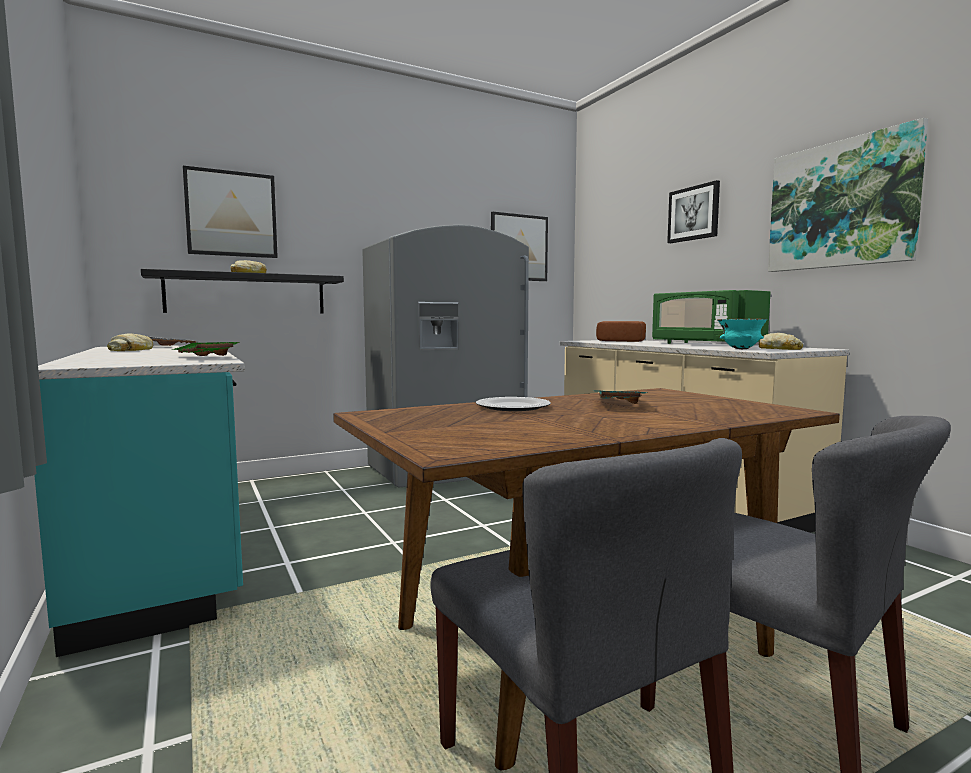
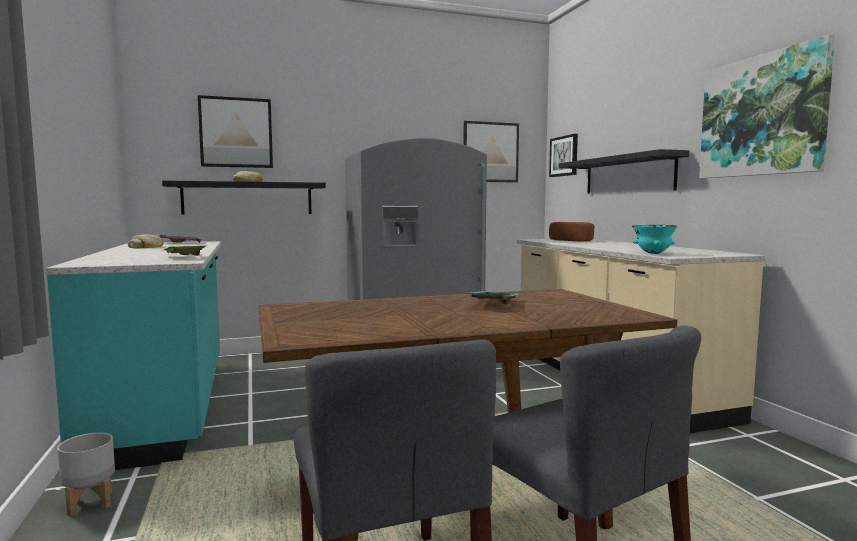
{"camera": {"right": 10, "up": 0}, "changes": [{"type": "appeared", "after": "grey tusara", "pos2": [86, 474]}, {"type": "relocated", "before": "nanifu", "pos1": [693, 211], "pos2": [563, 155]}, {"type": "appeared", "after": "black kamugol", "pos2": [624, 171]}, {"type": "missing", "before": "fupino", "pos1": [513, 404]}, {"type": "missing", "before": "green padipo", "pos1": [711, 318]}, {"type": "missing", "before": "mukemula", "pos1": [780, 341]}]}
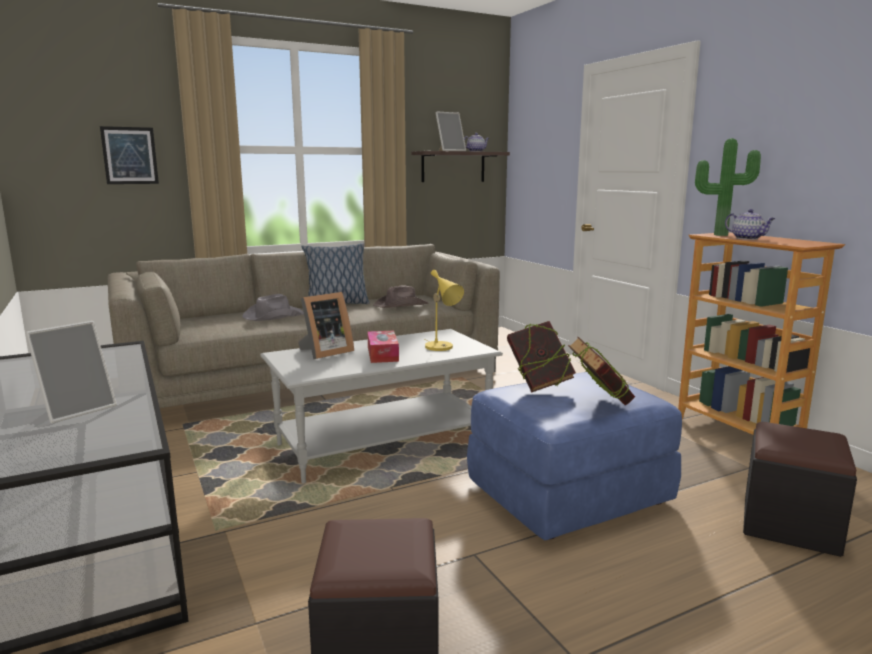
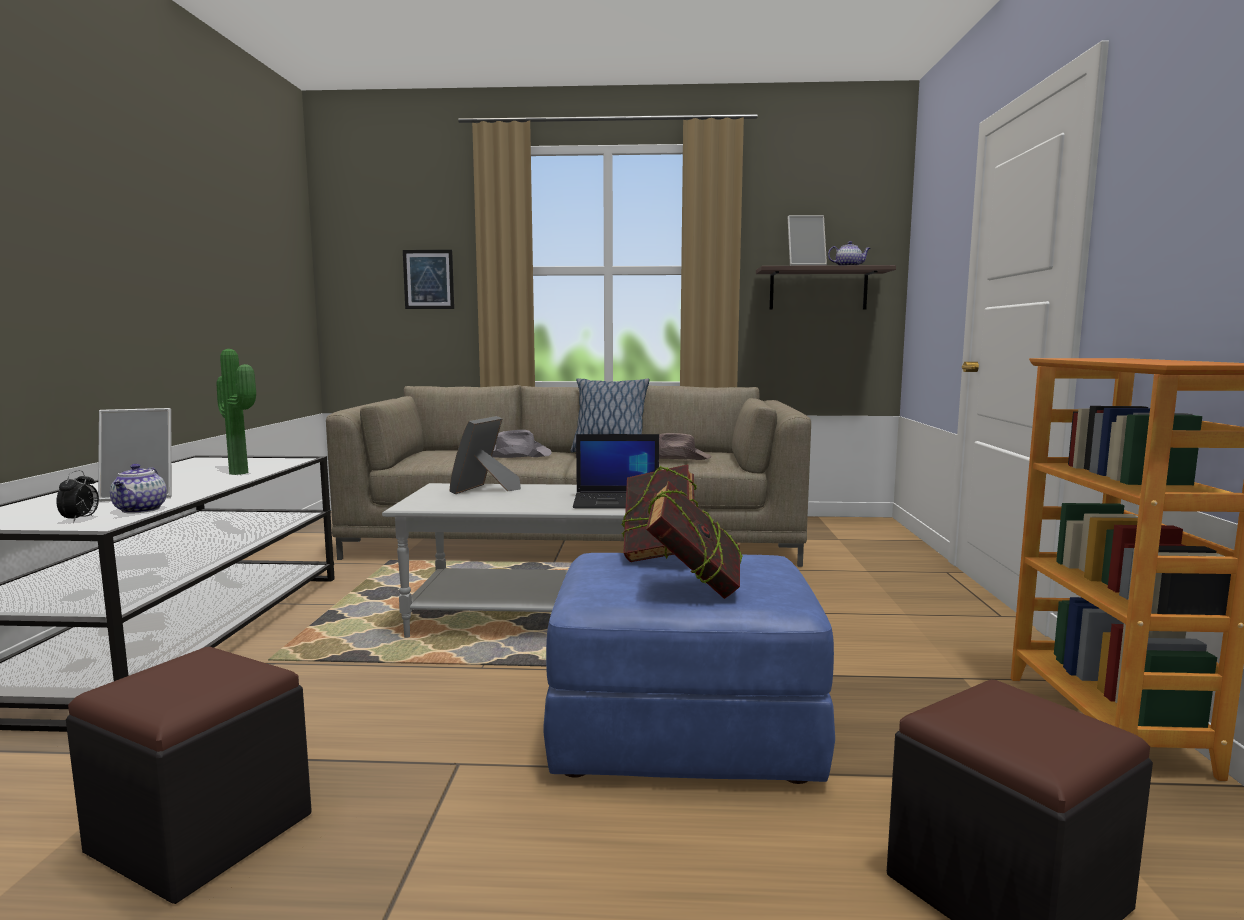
{"camera": {"right": 30, "up": -5}, "changes": [{"type": "appeared", "after": "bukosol", "pos2": [77, 496]}, {"type": "relocated", "before": "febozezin", "pos1": [750, 224], "pos2": [138, 488]}, {"type": "relocated", "before": "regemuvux", "pos1": [728, 187], "pos2": [236, 412]}, {"type": "spun", "before": "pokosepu", "pos1": [326, 325], "pos2": [485, 455], "turn": 120}, {"type": "exchanged", "before": "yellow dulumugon", "after": "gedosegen", "pos1": [444, 310], "pos2": [616, 471]}, {"type": "missing", "before": "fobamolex", "pos1": [383, 347]}]}
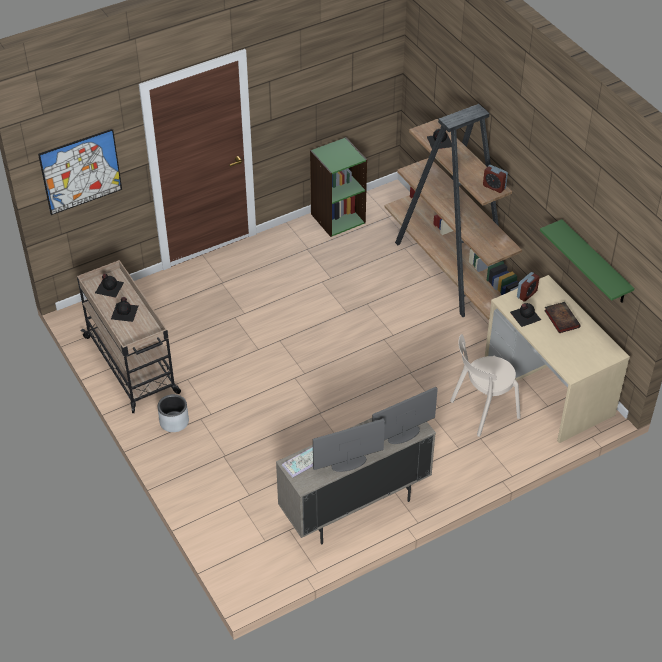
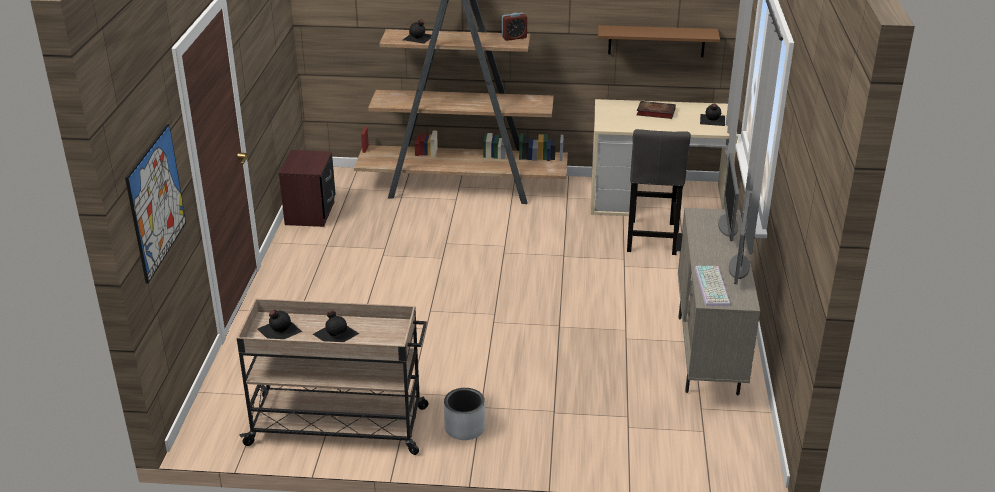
{"camera": {"right": -55, "up": -15}, "changes": [{"type": "exchanged", "before": "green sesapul", "after": "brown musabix", "pos1": [338, 187], "pos2": [307, 188]}, {"type": "colour", "before": "green kamugol", "after": "brown kamugol", "pos1": [587, 261], "pos2": [659, 41]}, {"type": "exchanged", "before": "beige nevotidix", "after": "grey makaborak", "pos1": [485, 385], "pos2": [659, 192]}, {"type": "relocated", "before": "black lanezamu", "pos1": [525, 315], "pos2": [712, 115]}, {"type": "missing", "before": "bukosol", "pos1": [528, 287]}]}
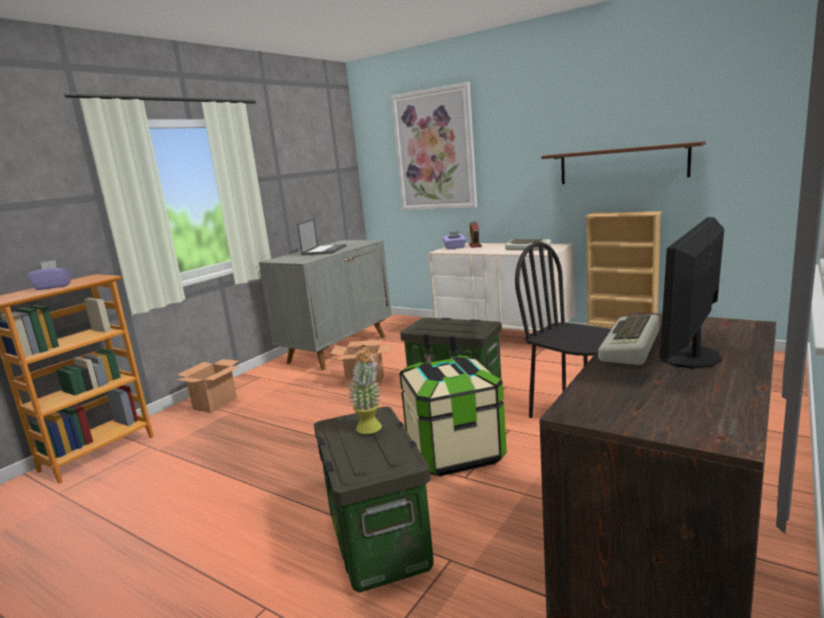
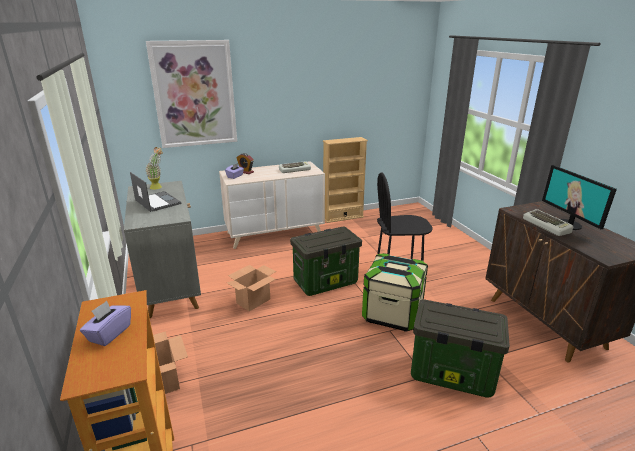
{"camera": {"right": -55, "up": 10}, "changes": [{"type": "relocated", "before": "regemuvux", "pos1": [364, 389], "pos2": [154, 168]}, {"type": "missing", "before": "brown kamugol", "pos1": [623, 162]}]}
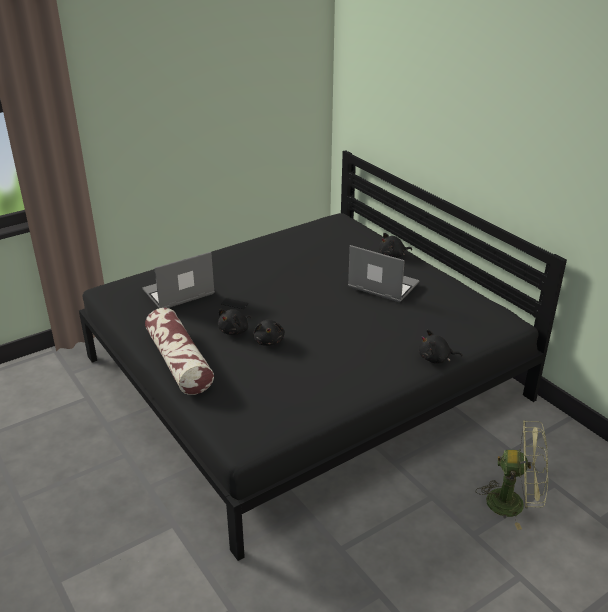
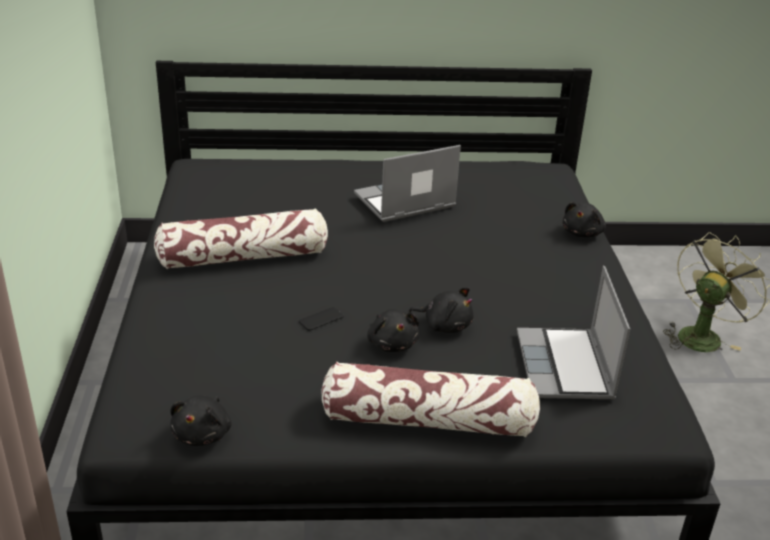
{"camera": {"right": -60, "up": 0}, "changes": [{"type": "appeared", "after": "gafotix", "pos2": [241, 238]}, {"type": "relocated", "before": "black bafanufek", "pos1": [395, 245], "pos2": [201, 420]}, {"type": "relocated", "before": "gedosegen", "pos1": [178, 280], "pos2": [573, 332]}]}
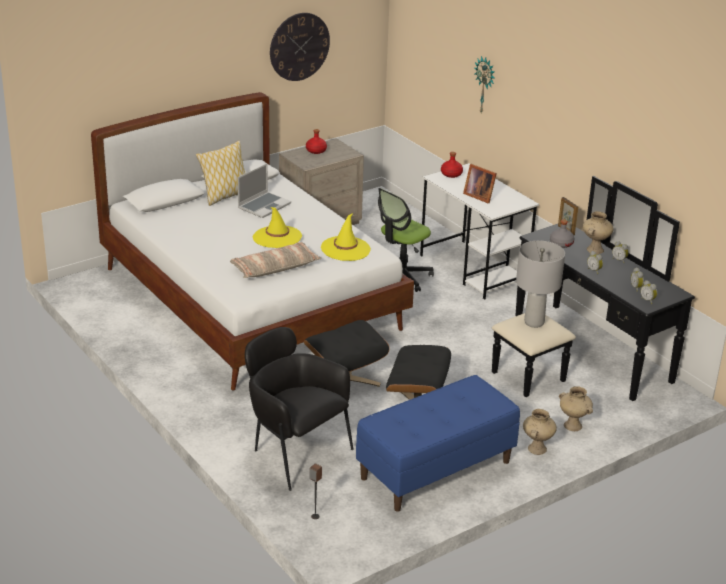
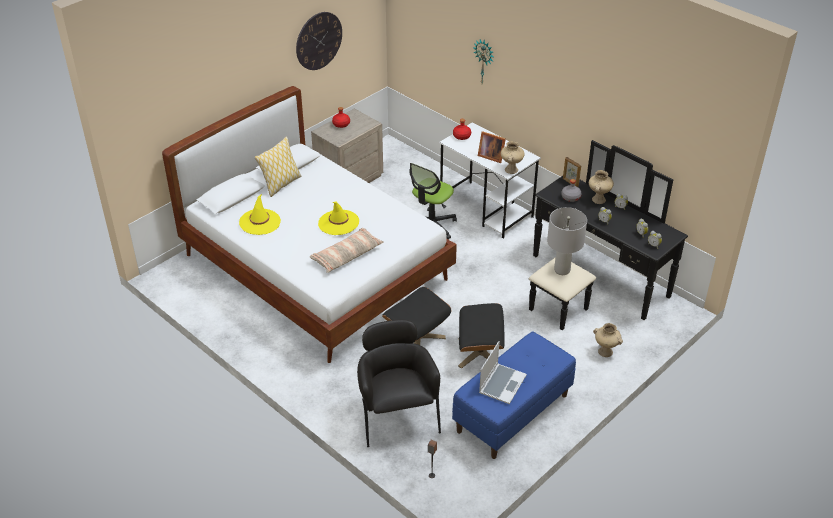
{"camera": {"right": -10, "up": 10}, "changes": [{"type": "relocated", "before": "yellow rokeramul", "pos1": [346, 237], "pos2": [260, 214]}, {"type": "spun", "before": "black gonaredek", "pos1": [299, 409], "pos2": [399, 383], "turn": 45}, {"type": "relocated", "before": "gedosegen", "pos1": [264, 190], "pos2": [503, 372]}, {"type": "relocated", "before": "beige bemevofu", "pos1": [540, 432], "pos2": [513, 157]}]}
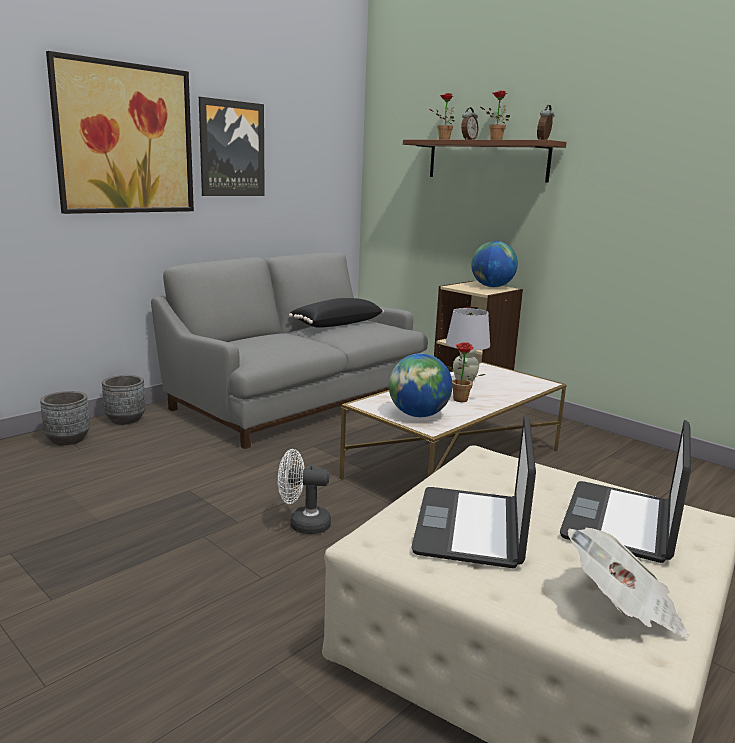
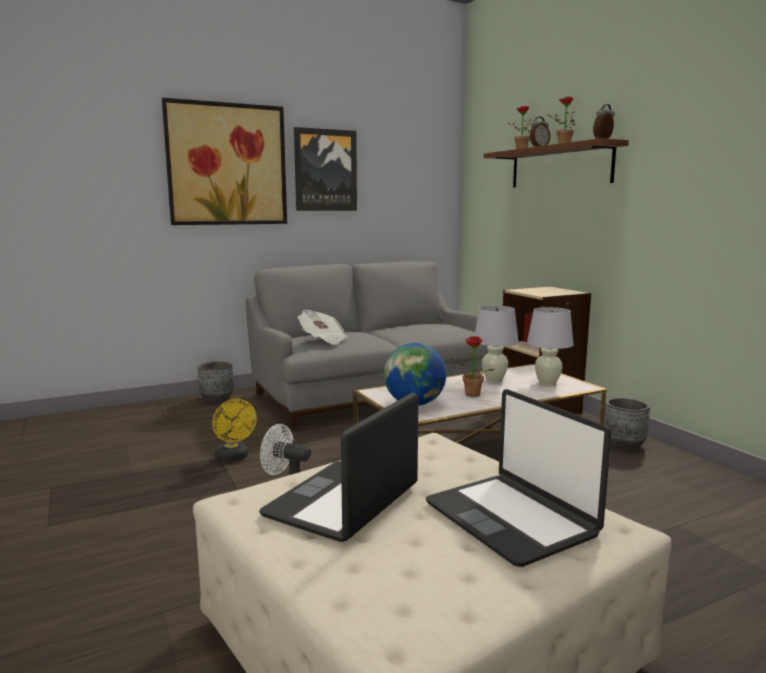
{"camera": {"right": 20, "up": -5}, "changes": [{"type": "appeared", "after": "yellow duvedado", "pos2": [234, 430]}, {"type": "relocated", "before": "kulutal", "pos1": [629, 583], "pos2": [323, 327]}, {"type": "spun", "before": "gedosegen", "pos1": [625, 491], "pos2": [518, 478], "turn": -75}, {"type": "appeared", "after": "white dulumugon", "pos2": [550, 346]}, {"type": "relocated", "before": "grey tusara", "pos1": [65, 418], "pos2": [627, 424]}, {"type": "missing", "before": "black gafotix", "pos1": [336, 313]}, {"type": "missing", "before": "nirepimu", "pos1": [494, 264]}]}
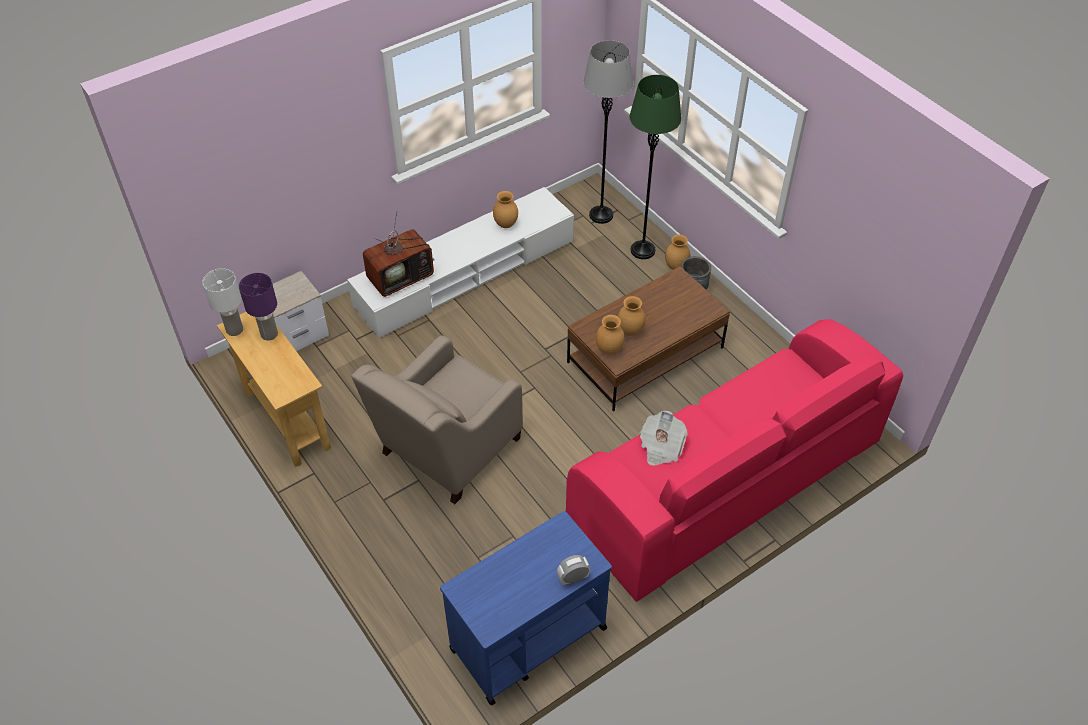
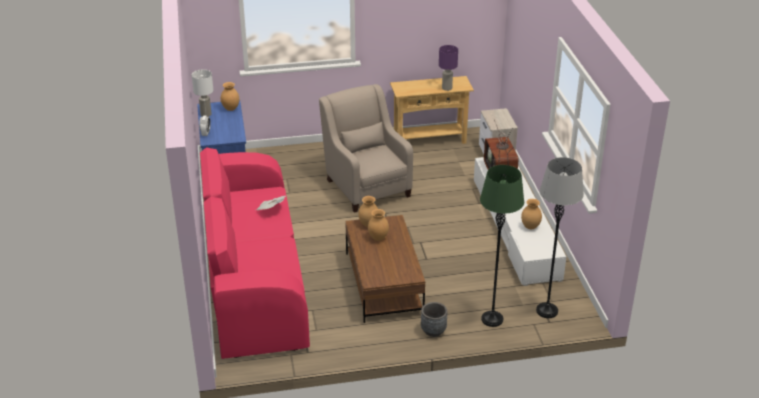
{"camera": {"right": 115, "up": -15}, "changes": [{"type": "relocated", "before": "white dulumugon", "pos1": [222, 302], "pos2": [203, 93]}, {"type": "relocated", "before": "brown bemevofu", "pos1": [677, 252], "pos2": [230, 96]}]}
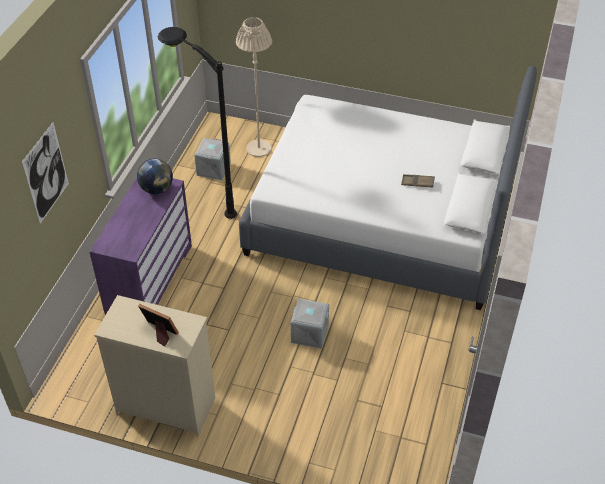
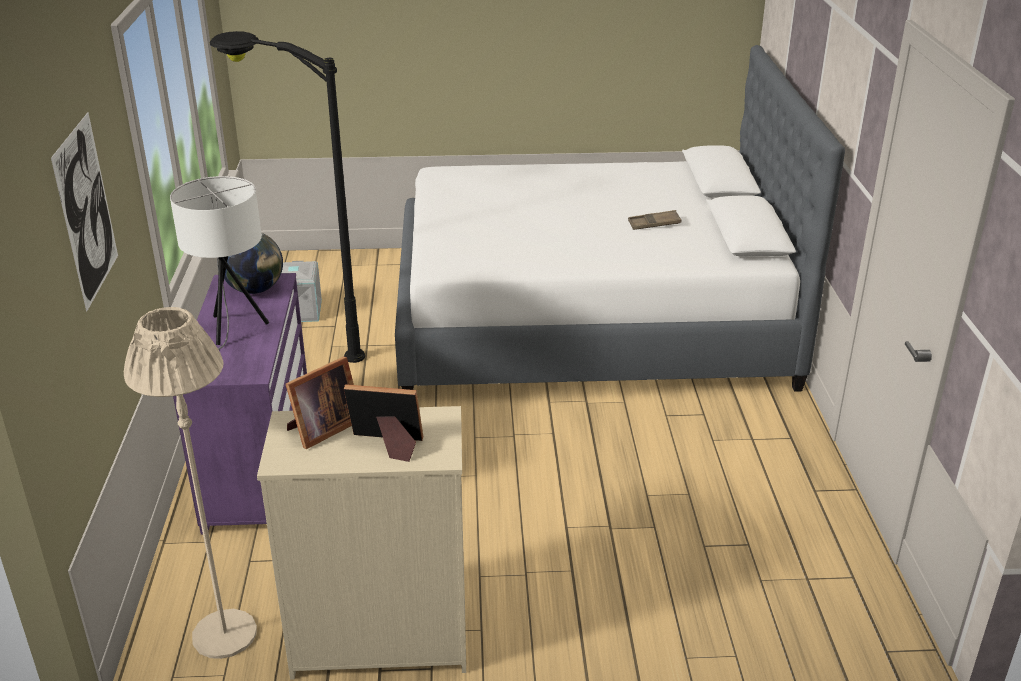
{"camera": {"right": -20, "up": -15}, "changes": [{"type": "relocated", "before": "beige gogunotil", "pos1": [254, 87], "pos2": [190, 483]}, {"type": "appeared", "after": "white dulumugon", "pos2": [219, 263]}, {"type": "appeared", "after": "pokosepu", "pos2": [320, 402]}, {"type": "missing", "before": "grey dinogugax", "pos1": [310, 324]}]}
